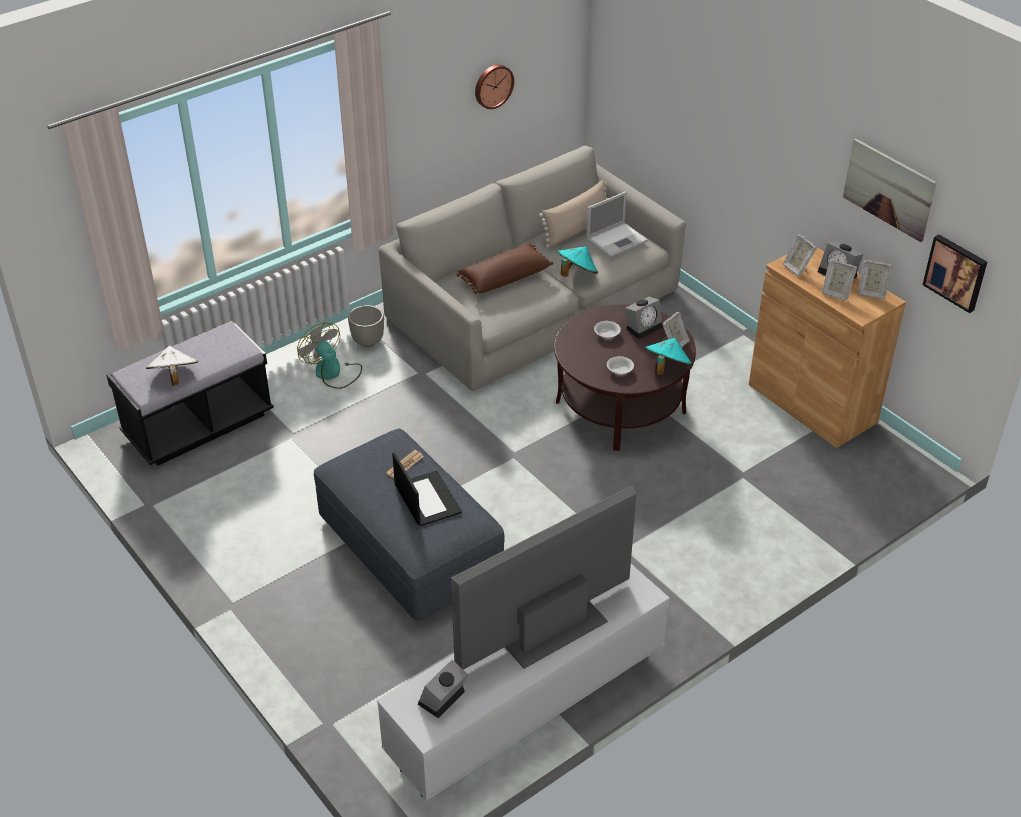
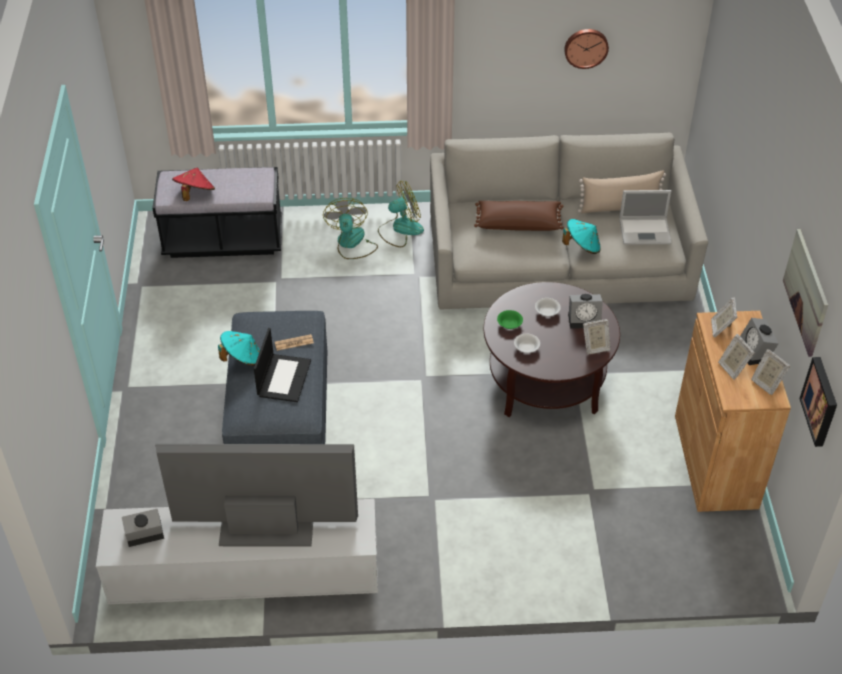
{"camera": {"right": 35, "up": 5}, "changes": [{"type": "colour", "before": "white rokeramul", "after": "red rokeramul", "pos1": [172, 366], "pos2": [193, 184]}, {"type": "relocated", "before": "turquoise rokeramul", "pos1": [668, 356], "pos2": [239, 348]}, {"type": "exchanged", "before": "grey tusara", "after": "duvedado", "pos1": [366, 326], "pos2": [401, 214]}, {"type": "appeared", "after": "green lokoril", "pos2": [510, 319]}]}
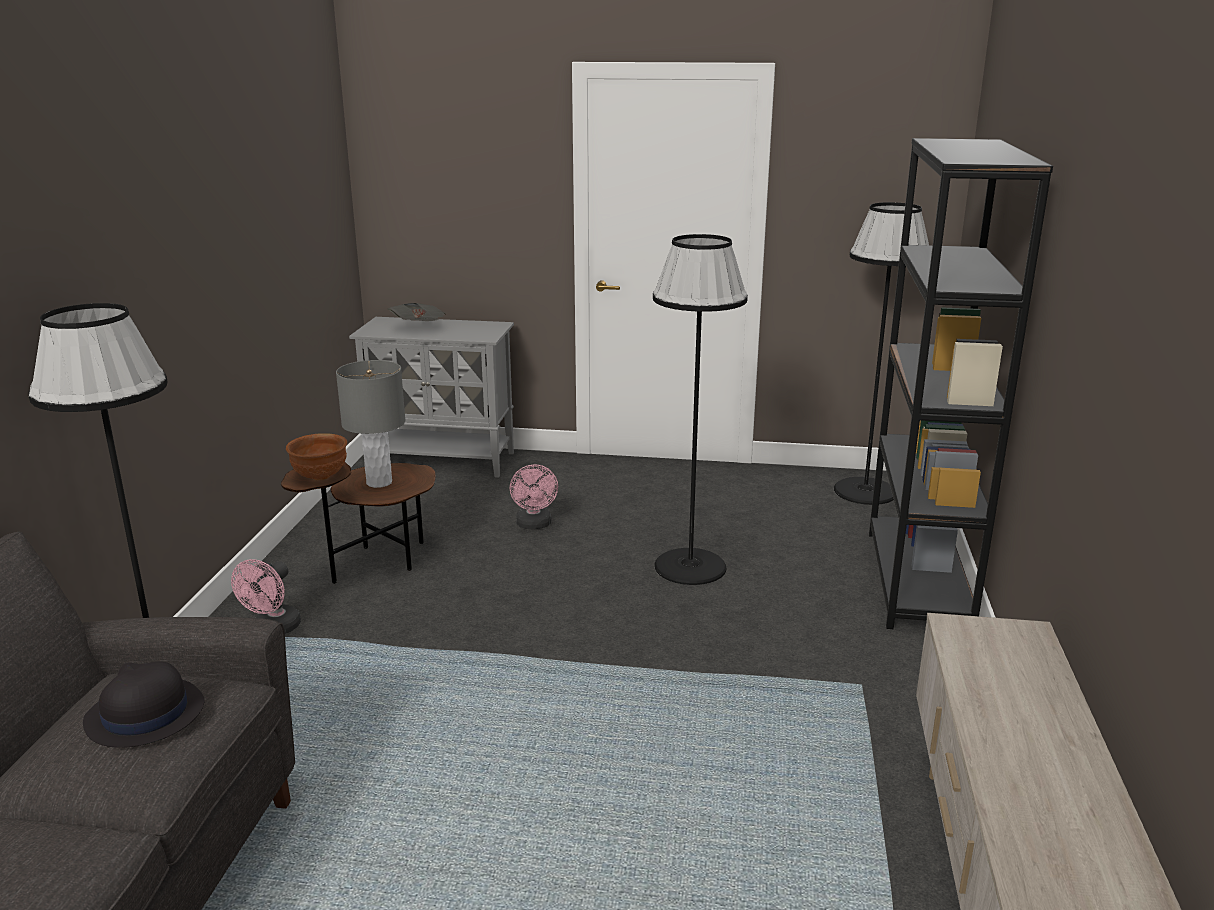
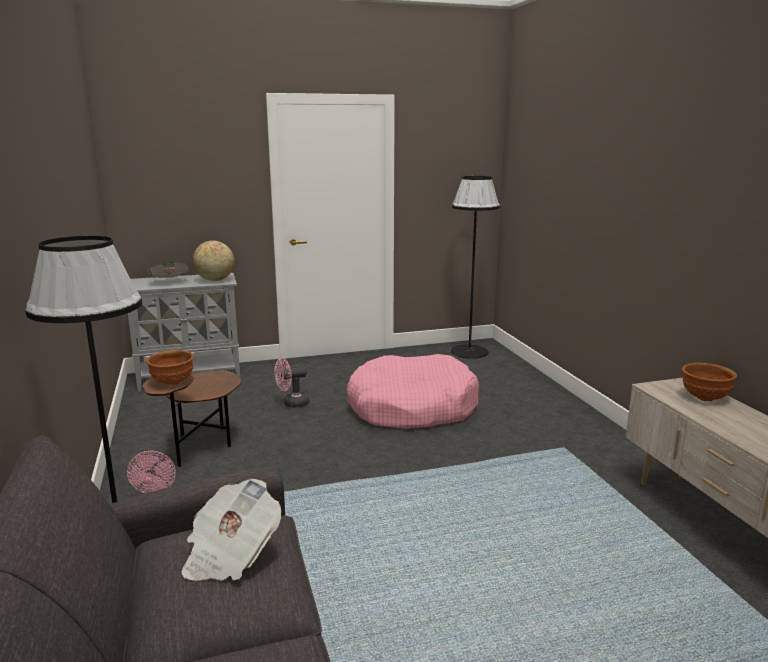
{"camera": {"right": -25, "up": -5}, "changes": [{"type": "exchanged", "before": "black rokeramul", "after": "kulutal", "pos1": [144, 705], "pos2": [231, 530]}, {"type": "appeared", "after": "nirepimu", "pos2": [213, 261]}, {"type": "spun", "before": "pink duvedado", "pos1": [534, 497], "pos2": [292, 383], "turn": 105}, {"type": "exchanged", "before": "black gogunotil", "after": "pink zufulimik", "pos1": [700, 409], "pos2": [413, 391]}, {"type": "appeared", "after": "brown lokoril", "pos2": [709, 382]}, {"type": "missing", "before": "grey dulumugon", "pos1": [371, 424]}, {"type": "missing", "before": "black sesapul", "pos1": [961, 383]}]}
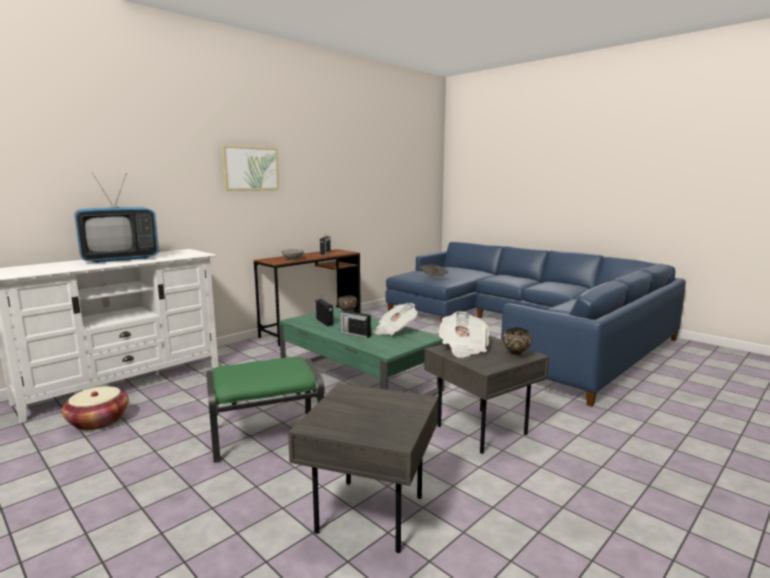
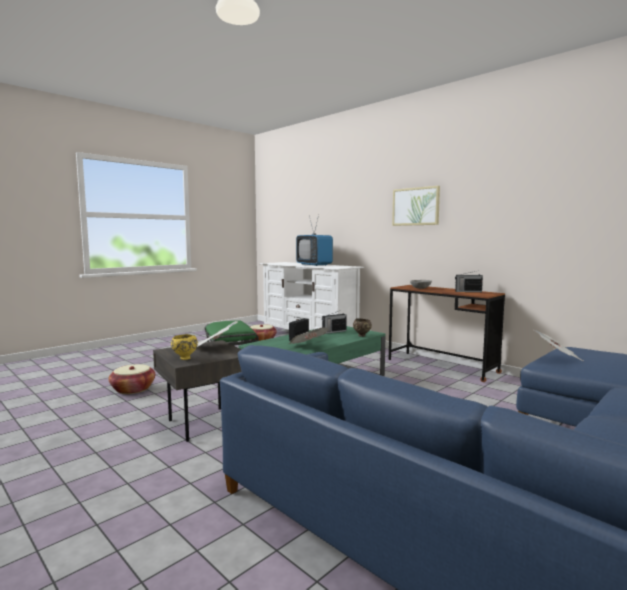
{"camera": {"right": 90, "up": -5}, "changes": [{"type": "exchanged", "before": "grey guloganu", "after": "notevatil", "pos1": [363, 468], "pos2": [132, 379]}, {"type": "colour", "before": "brown lokoril", "after": "yellow lokoril", "pos1": [517, 342], "pos2": [184, 347]}]}
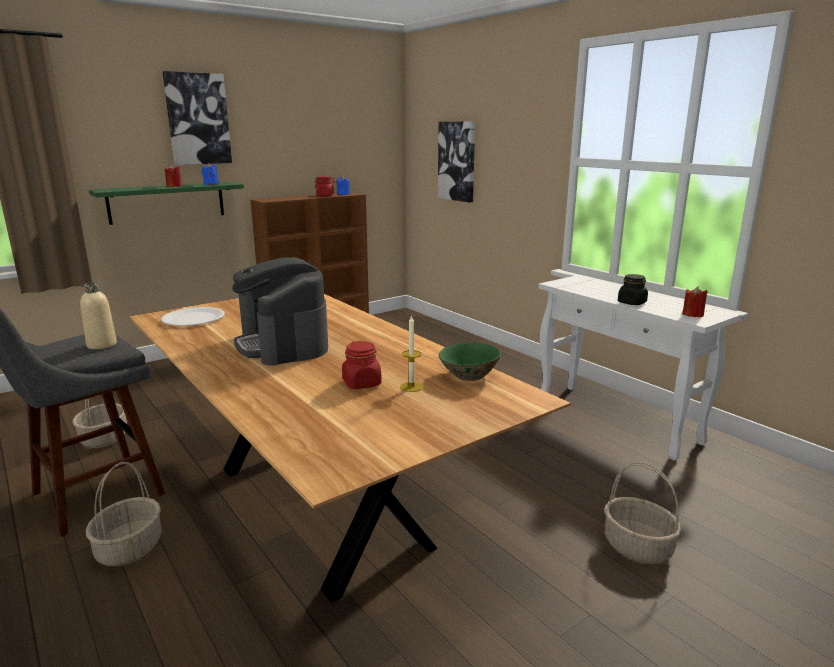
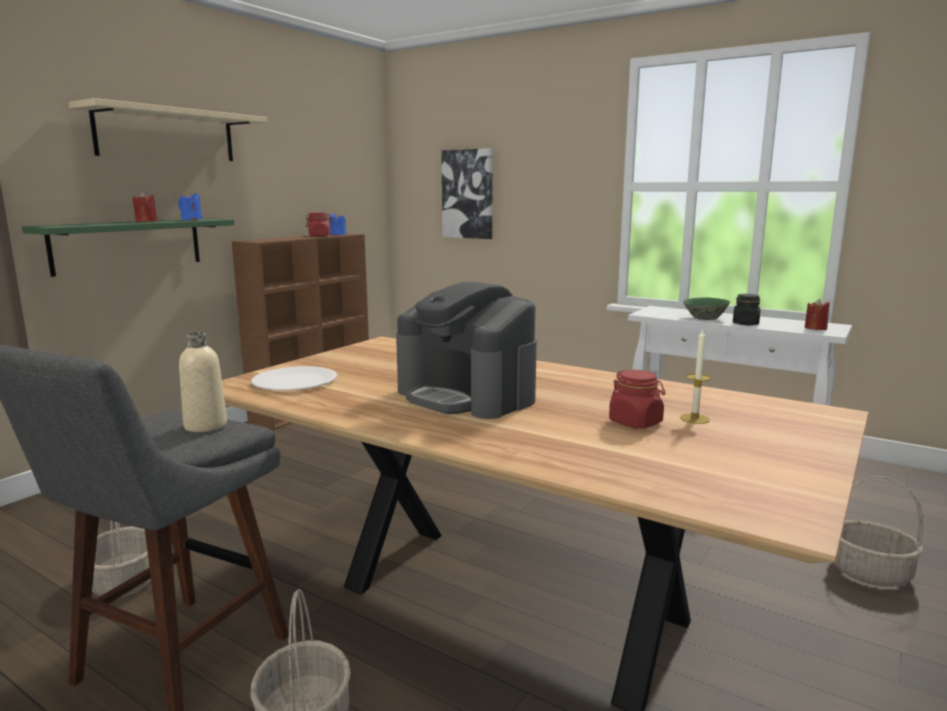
{"camera": {"right": -20, "up": -5}, "changes": [{"type": "exchanged", "before": "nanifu", "after": "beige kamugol", "pos1": [197, 118], "pos2": [168, 129]}, {"type": "relocated", "before": "green lokoril", "pos1": [470, 362], "pos2": [706, 309]}]}
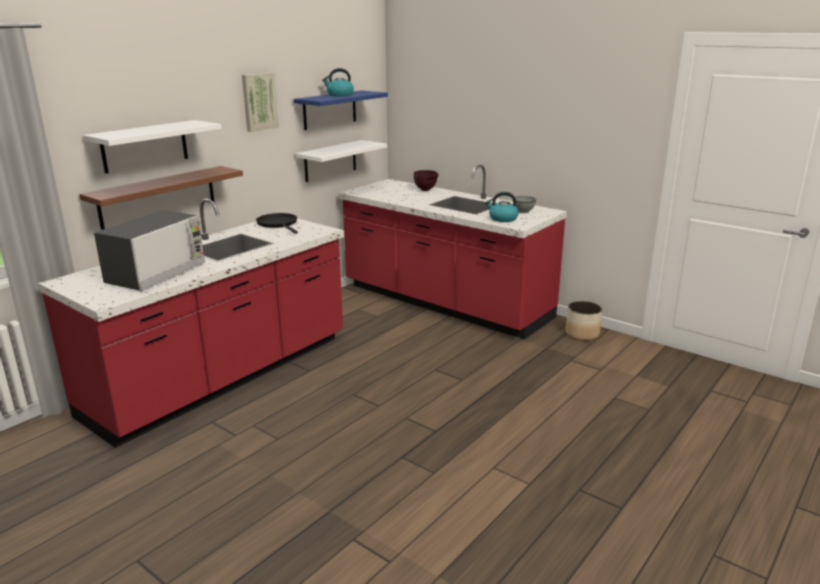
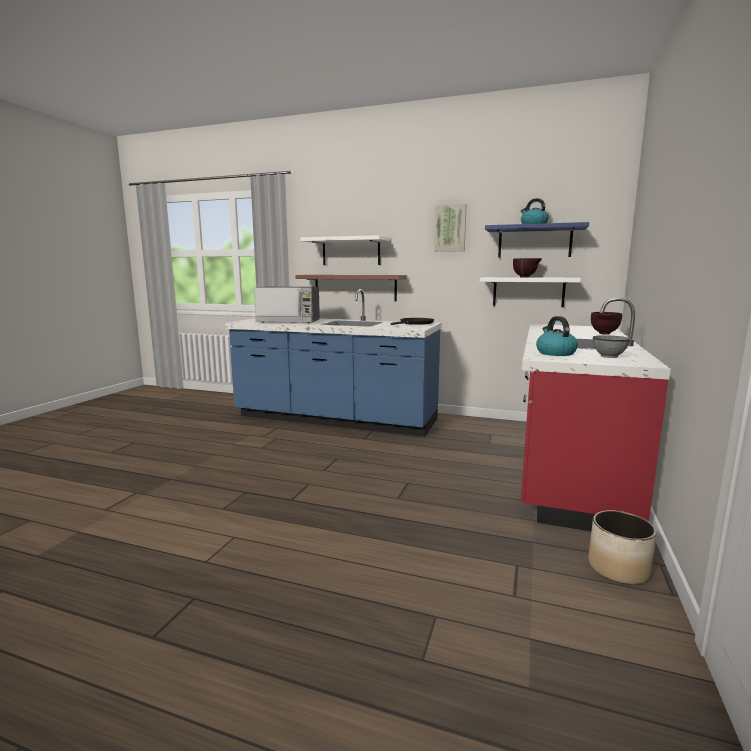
{"camera": {"right": 70, "up": -10}, "changes": [{"type": "colour", "before": "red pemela", "after": "blue pemela", "pos1": [191, 323], "pos2": [333, 363]}, {"type": "appeared", "after": "brown lokoril", "pos2": [527, 267]}]}
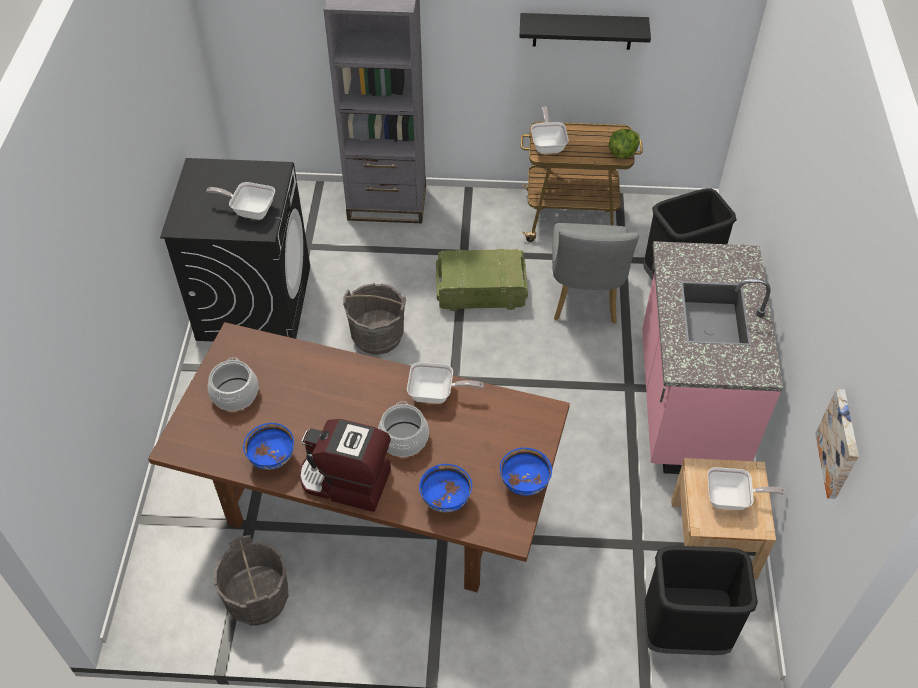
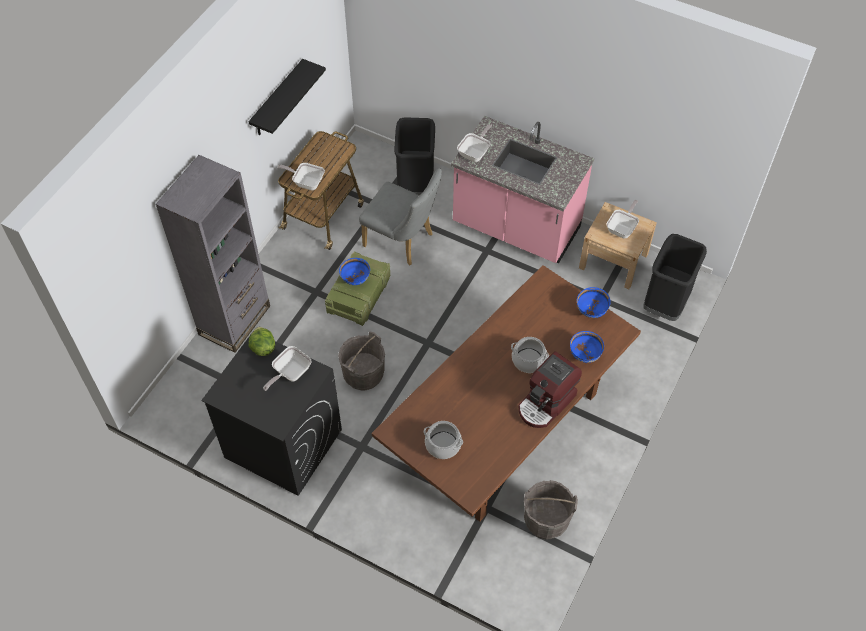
{"camera": {"right": -65, "up": 5}, "changes": [{"type": "relocated", "before": "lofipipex", "pos1": [624, 144], "pos2": [262, 341]}, {"type": "relocated", "before": "blue lokoril", "pos1": [268, 446], "pos2": [354, 271]}, {"type": "relocated", "before": "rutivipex", "pos1": [445, 383], "pos2": [474, 143]}, {"type": "missing", "before": "nanifu", "pos1": [837, 444]}]}
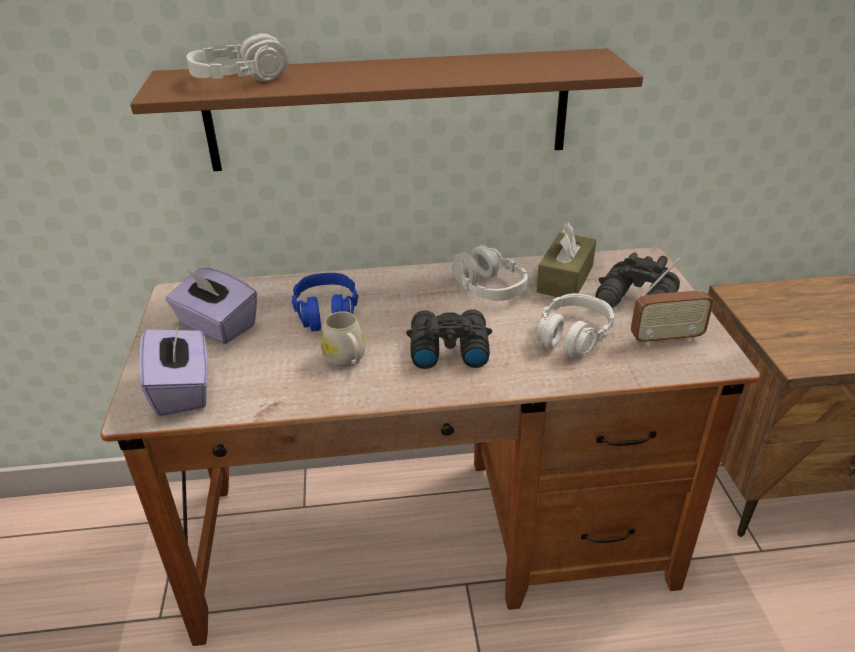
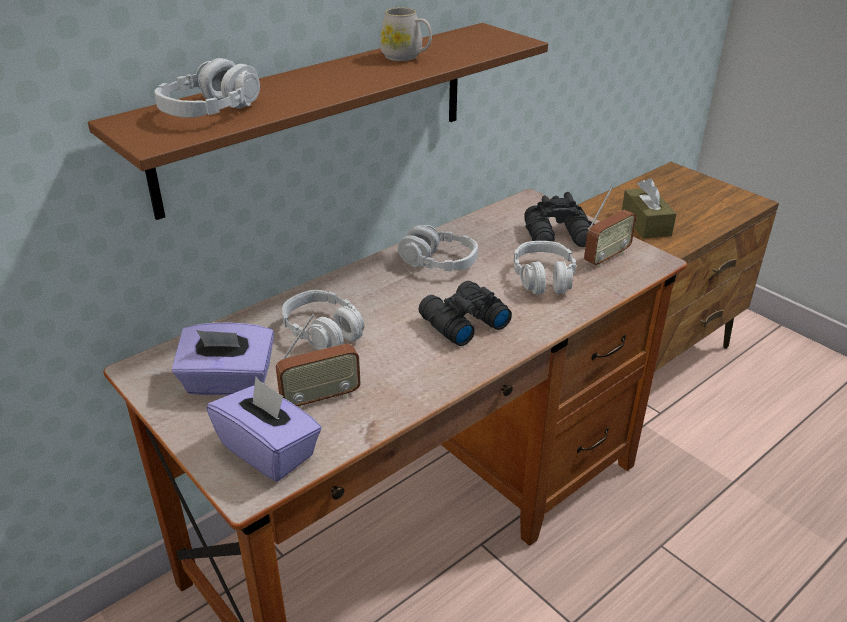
{"camera": {"right": -35, "up": 0}, "changes": [{"type": "appeared", "after": "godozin", "pos2": [318, 361]}, {"type": "colour", "before": "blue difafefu", "after": "grey difafefu", "pos1": [325, 302], "pos2": [323, 320]}, {"type": "relocated", "before": "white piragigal", "pos1": [343, 339], "pos2": [406, 34]}, {"type": "relocated", "before": "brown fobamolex", "pos1": [566, 259], "pos2": [649, 208]}]}
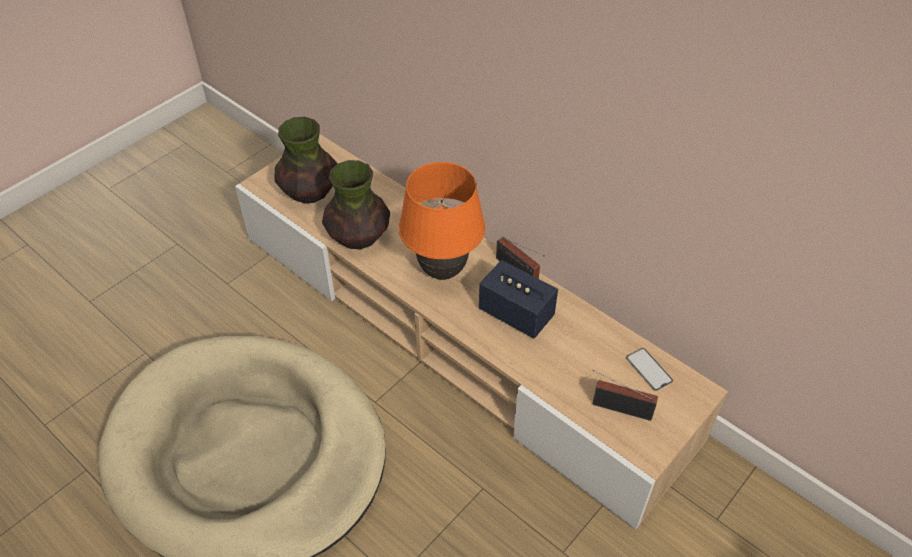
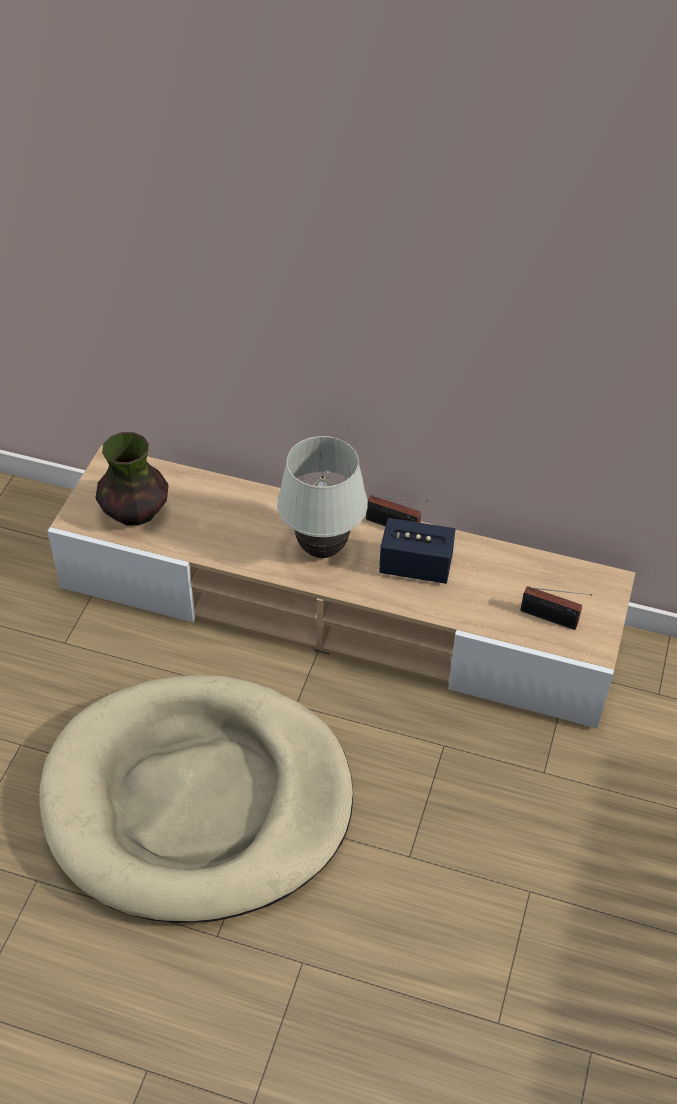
{"camera": {"right": -25, "up": 0}, "changes": [{"type": "colour", "before": "orange dulumugon", "after": "white dulumugon", "pos1": [442, 221], "pos2": [322, 497]}, {"type": "spun", "before": "godozin", "pos1": [625, 395], "pos2": [556, 608], "turn": -150}, {"type": "missing", "before": "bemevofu", "pos1": [356, 204]}, {"type": "missing", "before": "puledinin", "pos1": [649, 369]}]}
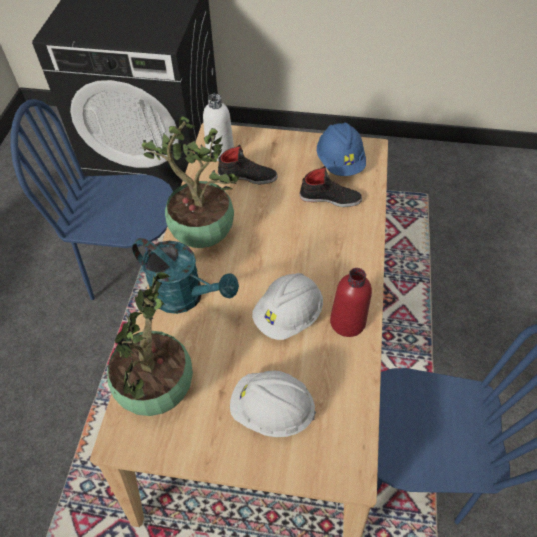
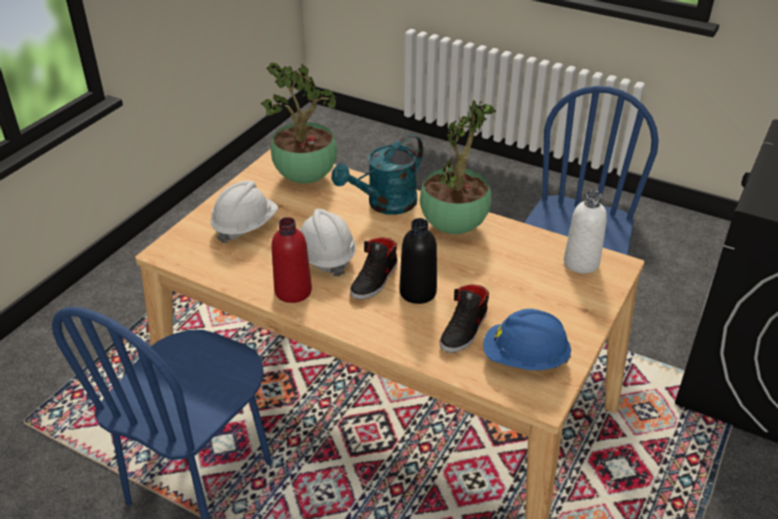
{"camera": {"right": 110, "up": -15}, "changes": [{"type": "relocated", "before": "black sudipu", "pos1": [247, 165], "pos2": [374, 269]}, {"type": "appeared", "after": "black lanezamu", "pos2": [418, 261]}]}
